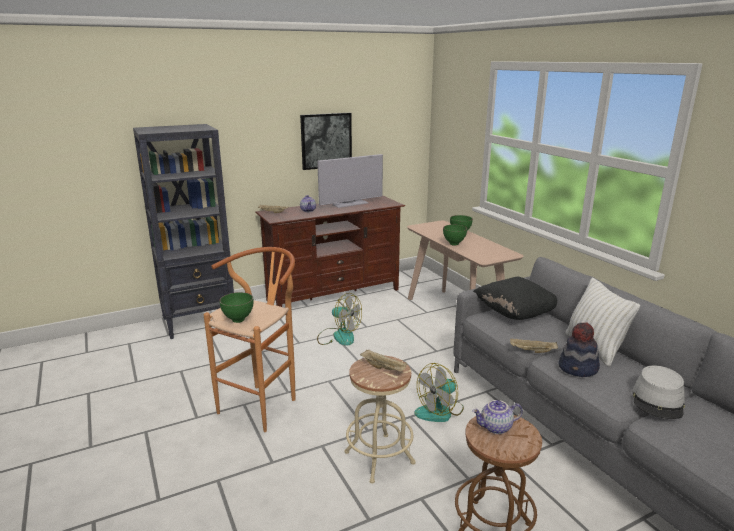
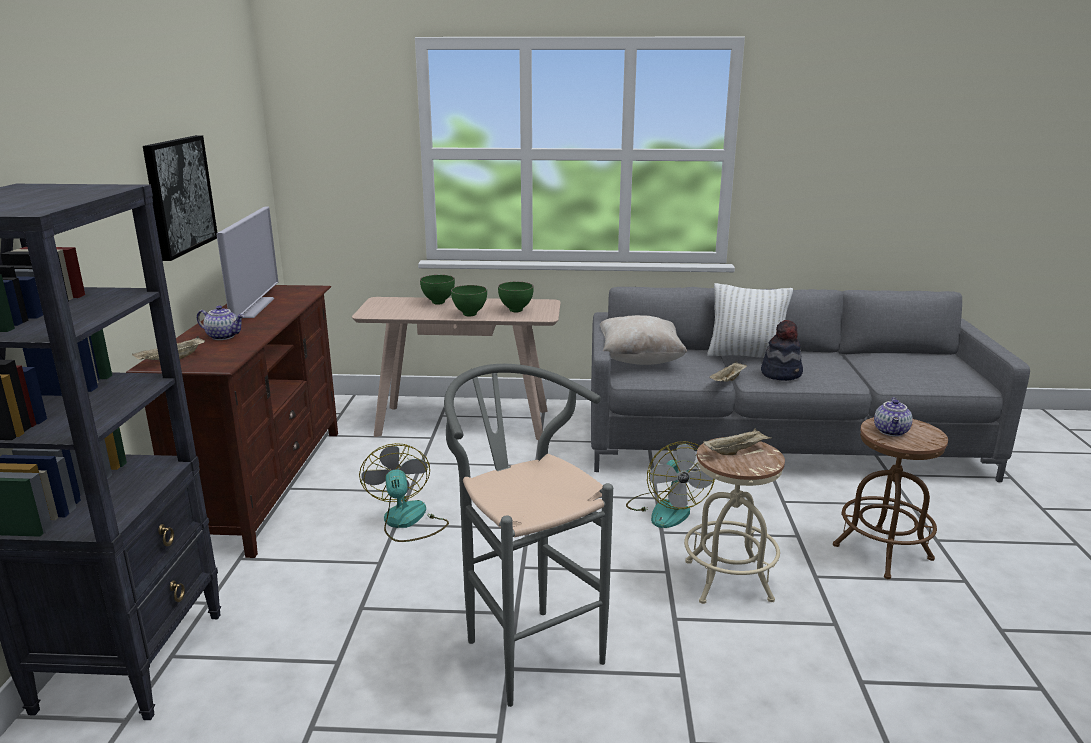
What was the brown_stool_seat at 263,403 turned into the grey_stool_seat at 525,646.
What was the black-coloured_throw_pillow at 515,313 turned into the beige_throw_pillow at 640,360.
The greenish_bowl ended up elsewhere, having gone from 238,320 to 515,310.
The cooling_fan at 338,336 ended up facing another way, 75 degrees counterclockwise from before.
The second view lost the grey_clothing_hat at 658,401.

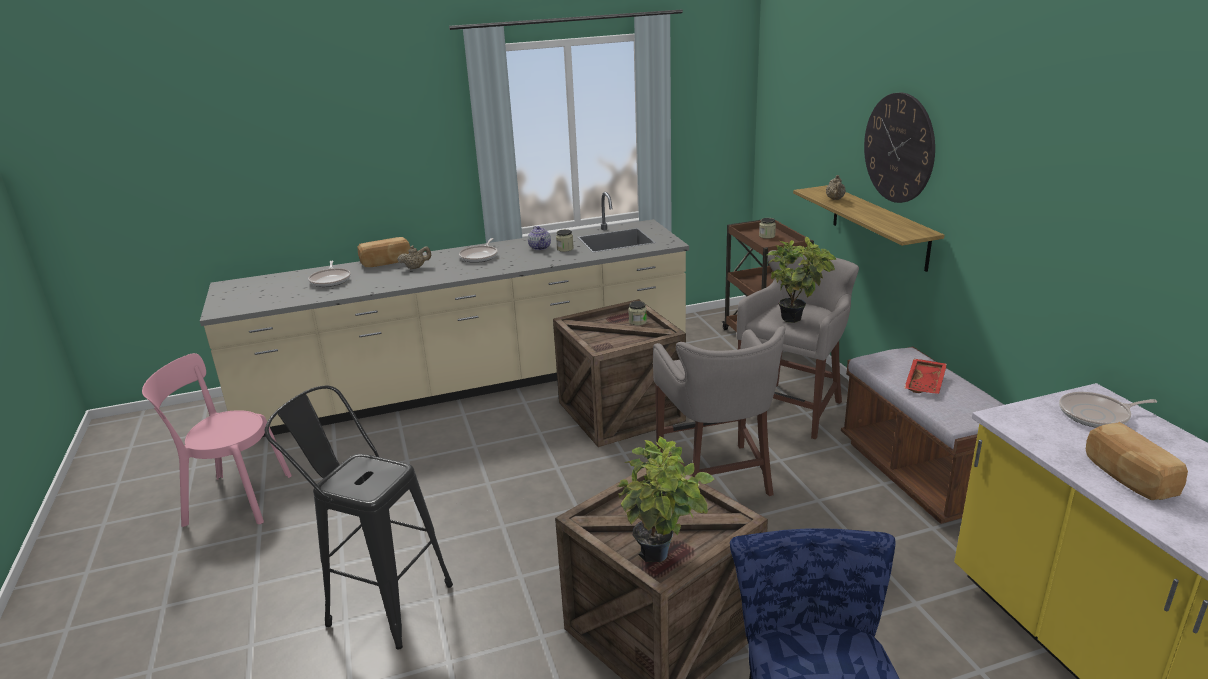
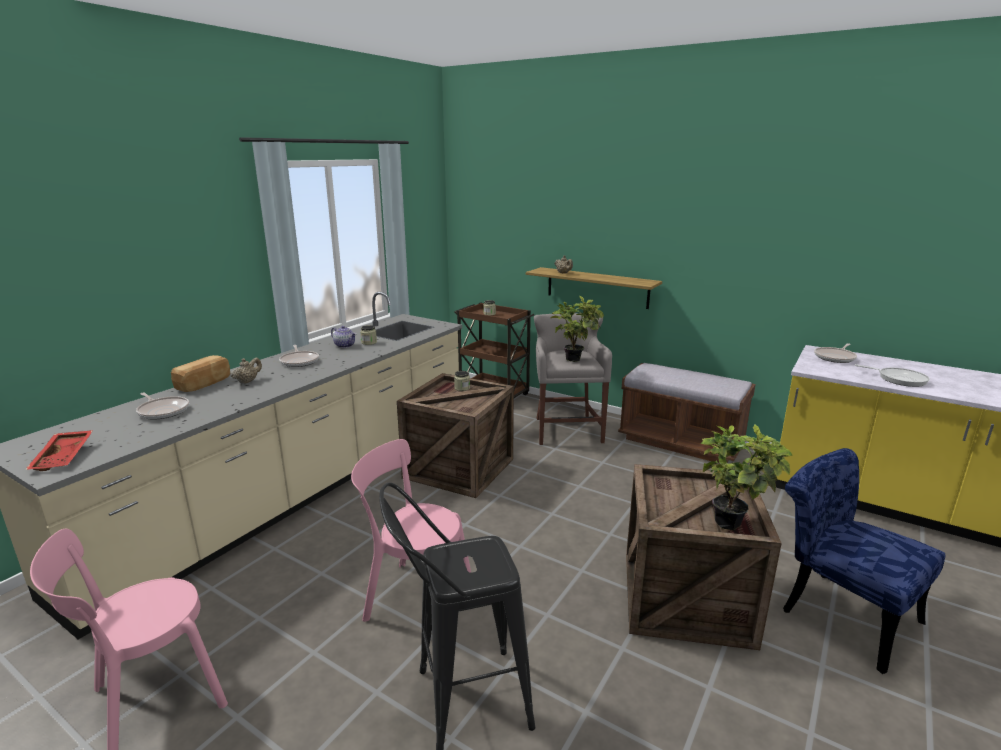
The second view lost the clock_on_the_wall at 899,148.
The second view lost the grey_stool_seat at 716,479.
The red_serving_tray ended up elsewhere, having gone from 926,383 to 65,457.
Where the baked_bread stood at 1127,477, the frying_pan came to stand at 899,379.
The second view gained the pink_upright_chair at 414,597.

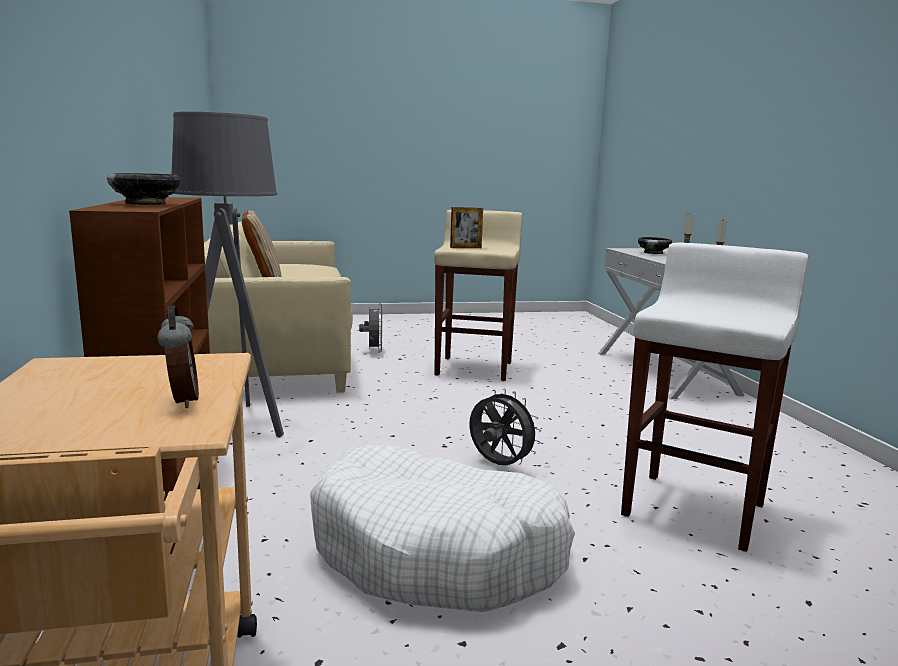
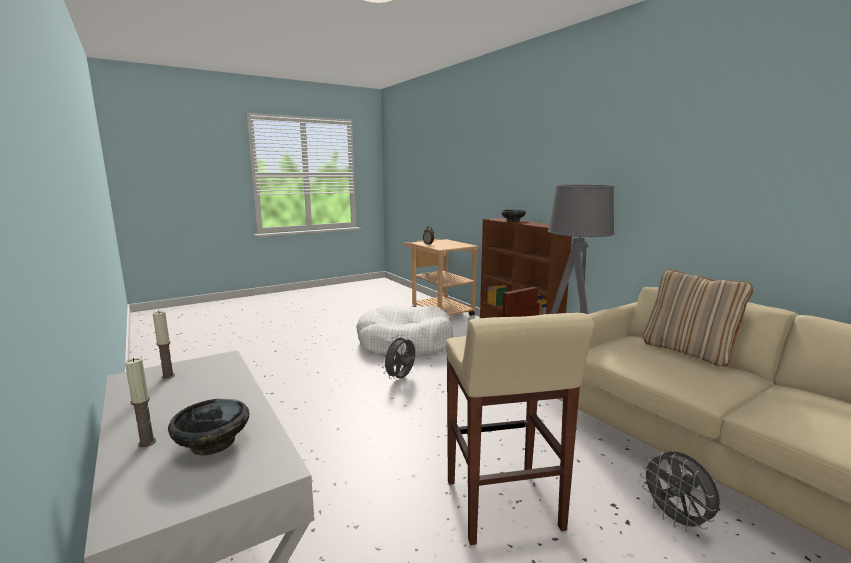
The second view lost the white-coloured_stool_seat at 694,509.
The grey_cooling_fan at 499,465 ended up facing another way, 105 degrees clockwise from before.

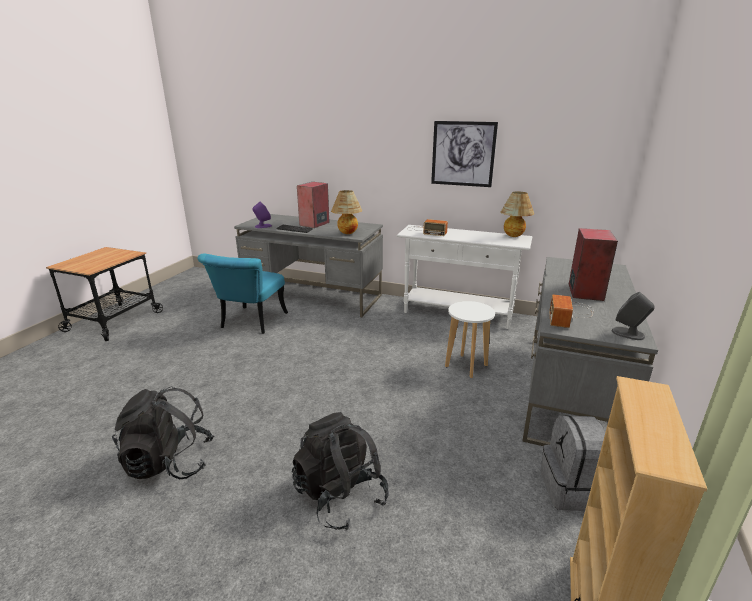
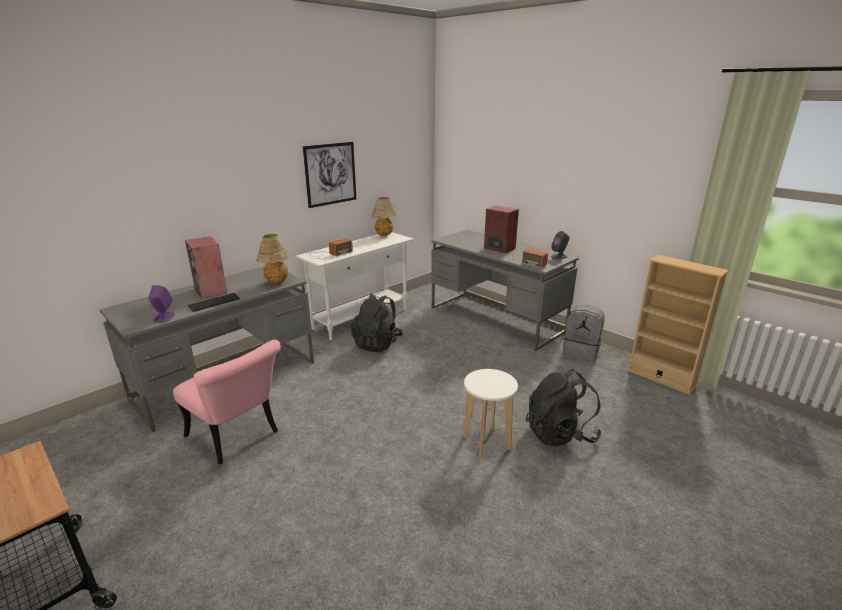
What was the blue-green_upright_chair at 250,323 turned into the pink_upright_chair at 238,437.
The white-coloured_stool_seat ended up elsewhere, having gone from 466,366 to 486,443.
The black-coloured_backpack ended up elsewhere, having gone from 169,463 to 377,343.

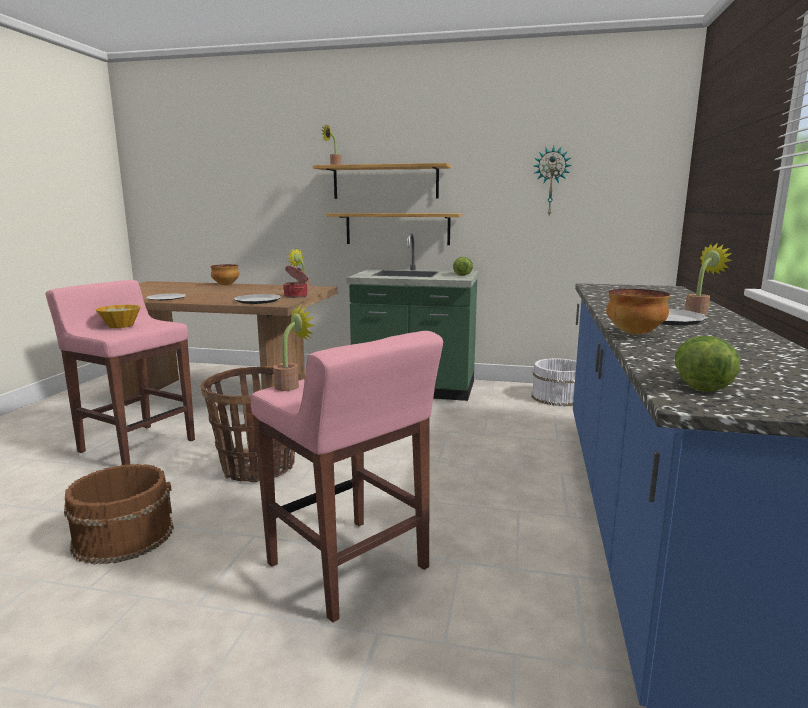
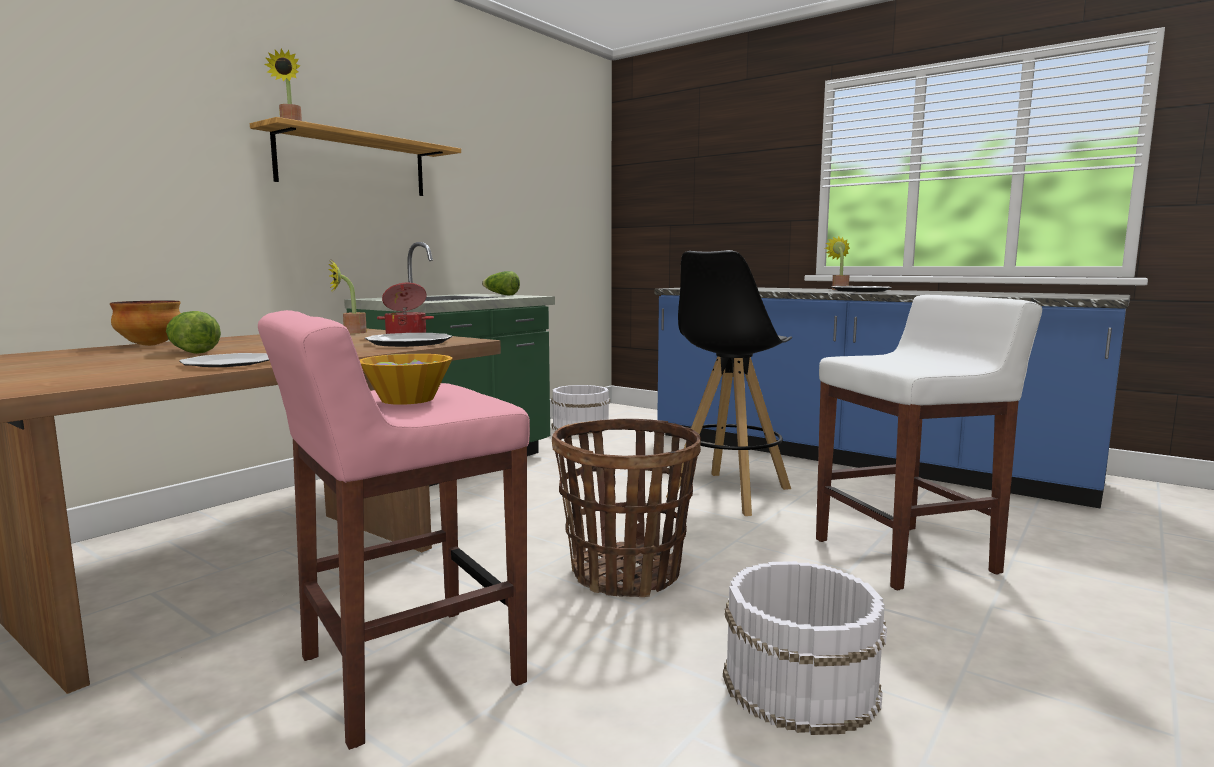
The second view lost the clock_on_the_wall at 551,181.
The second view lost the wall_shelf at 397,229.
The second view lost the bowl at 635,334.
The second view lost the plant_in_a_pot at 291,386.
What was the pink_stool_seat at 349,567 turned into the white-coloured_stool_seat at 907,556.
The lettuce_head ended up elsewhere, having gone from 699,383 to 191,351.
What was the brown_water_bucket at 124,536 turned into the white-coloured_water_bucket at 798,684.
The second view gained the black-coloured_stool_seat at 728,493.

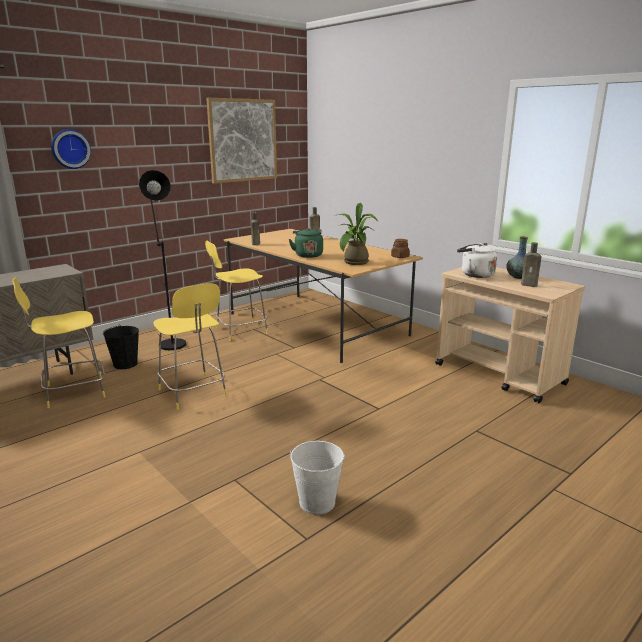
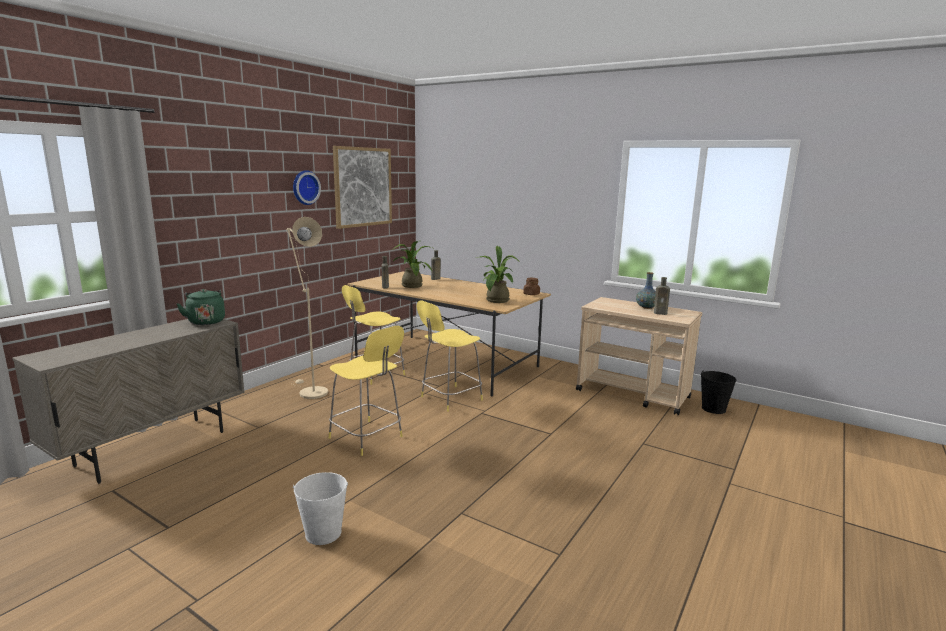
The clock_on_the_wall ended up elsewhere, having gone from 70,149 to 304,187.
What was the black-coloured_standard_lamp at 170,343 turned into the beige_standard_lamp at 310,391.
The greenish_kettle ended up elsewhere, having gone from 308,255 to 206,321.
The second view lost the white-coloured_kettle at 475,274.
The yellow-coloured_stool_seat ended up elsewhere, having gone from 73,392 to 449,399.
The black-coloured_water_bucket ended up elsewhere, having gone from 125,364 to 713,409.
The white-coloured_water_bucket ended up elsewhere, having gone from 317,502 to 323,533.
The second view gained the plant_in_a_pot at 411,285.

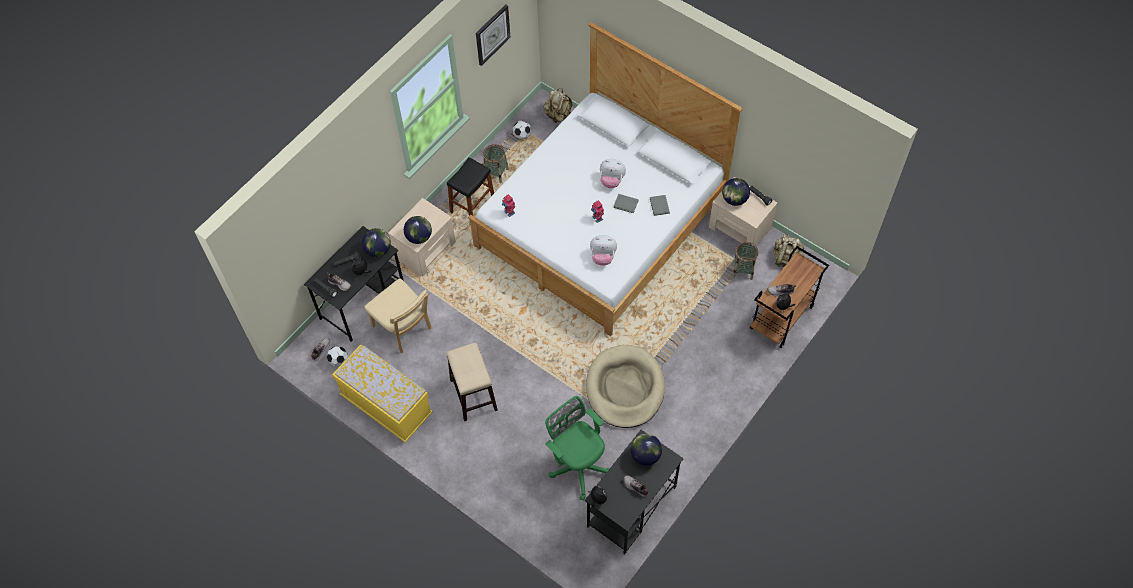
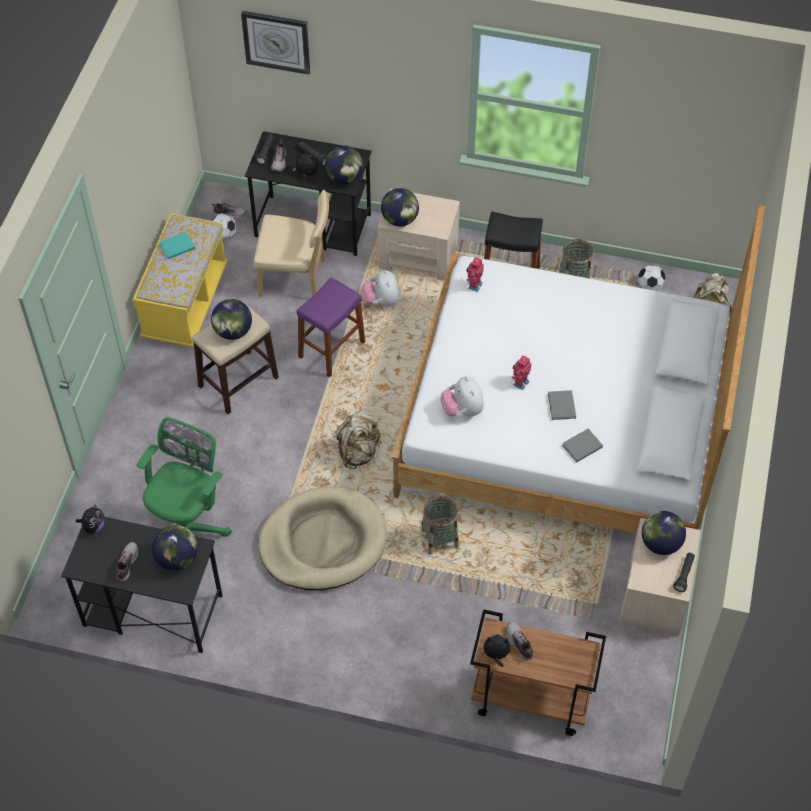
The clock_on_the_wall ended up elsewhere, having gone from 492,34 to 276,41.
The soft_toy ended up elsewhere, having gone from 611,181 to 381,301.
The beige_backpack ended up elsewhere, having gone from 786,258 to 358,452.
The household_basket ended up elsewhere, having gone from 743,270 to 439,538.
The beige_upright_chair at 404,329 ended up facing another way, 105 degrees counterclockwise from before.
The second view gained the blue-green_volume at 176,246.
The second view gained the purple-coloured_stool_seat at 332,349.
The second view gained the desk_globe at 233,332.

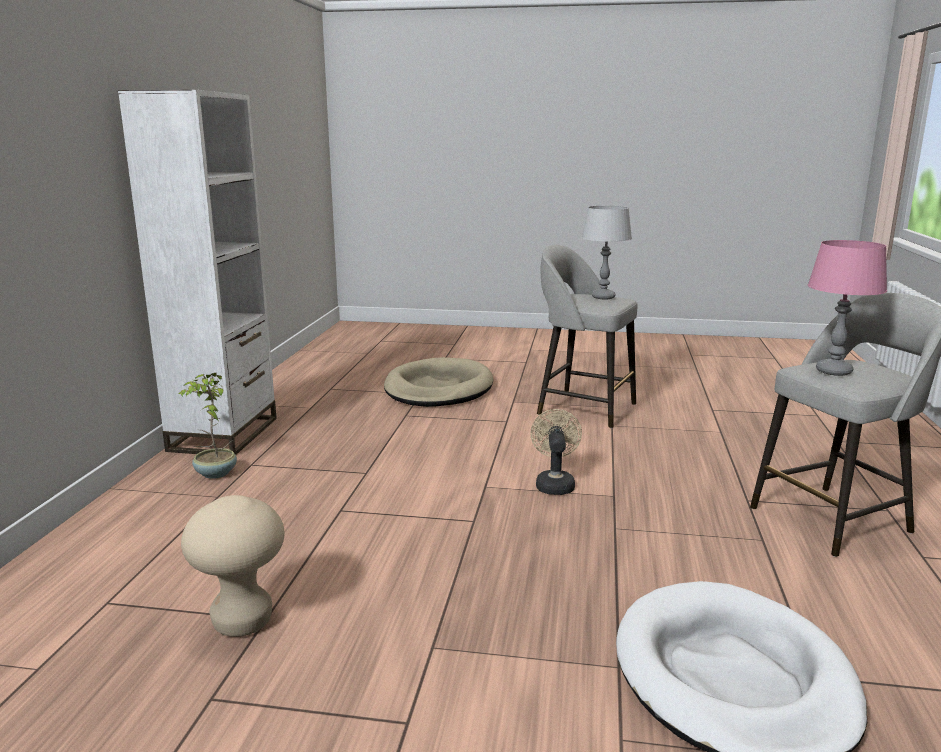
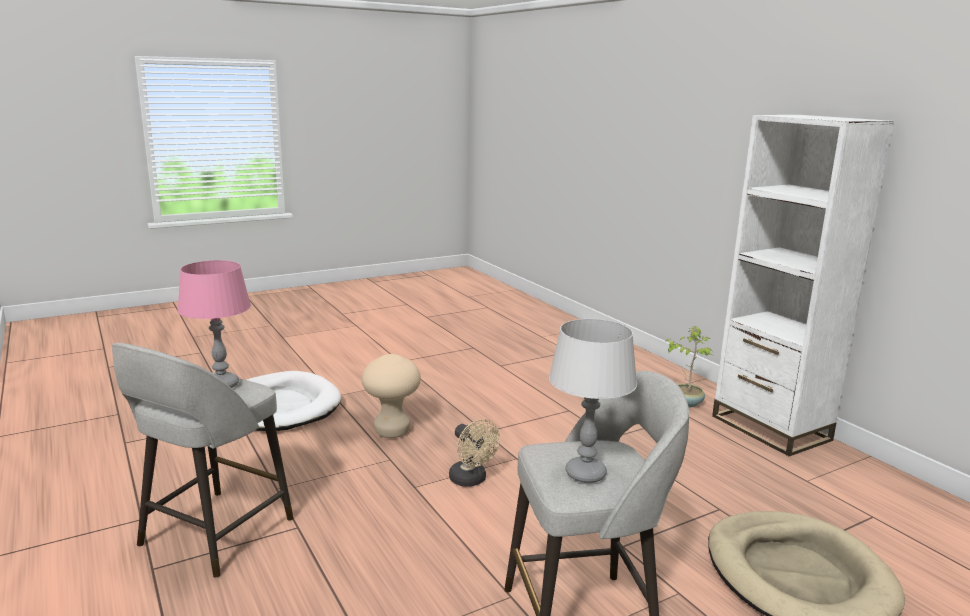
The beige_stool_seat ended up elsewhere, having gone from 242,622 to 392,432.

